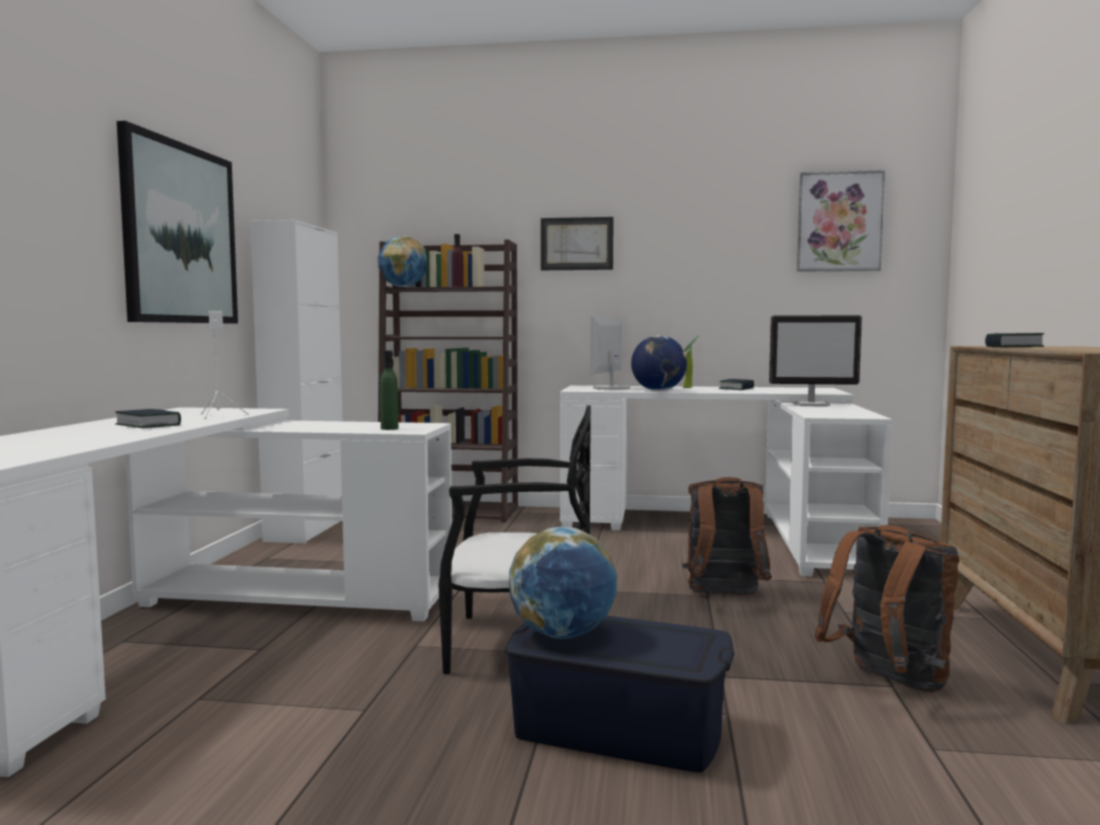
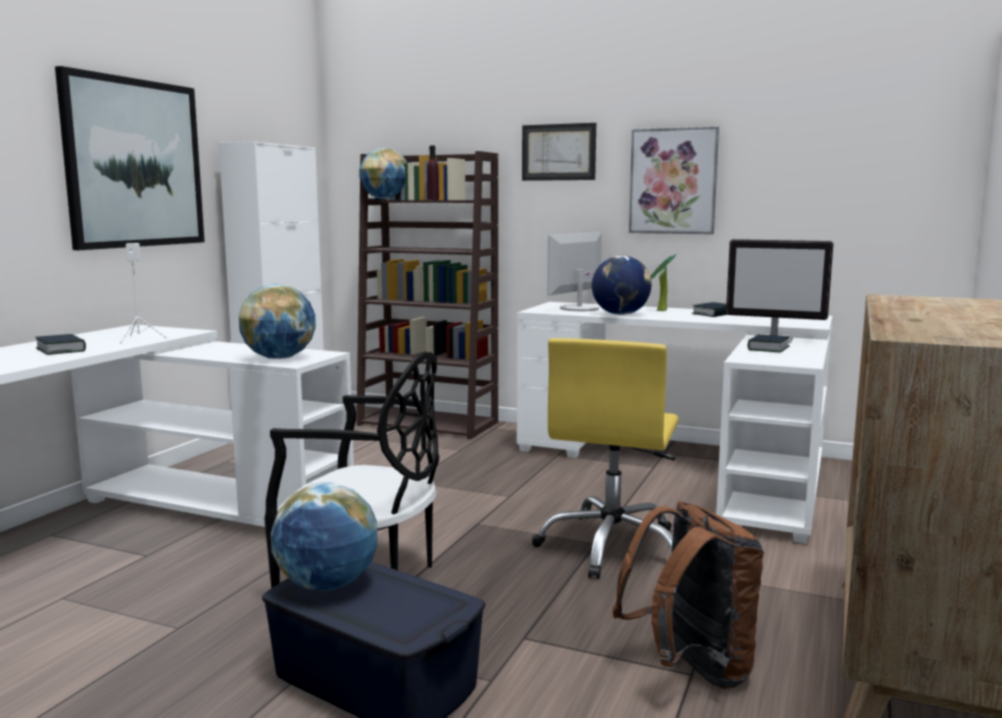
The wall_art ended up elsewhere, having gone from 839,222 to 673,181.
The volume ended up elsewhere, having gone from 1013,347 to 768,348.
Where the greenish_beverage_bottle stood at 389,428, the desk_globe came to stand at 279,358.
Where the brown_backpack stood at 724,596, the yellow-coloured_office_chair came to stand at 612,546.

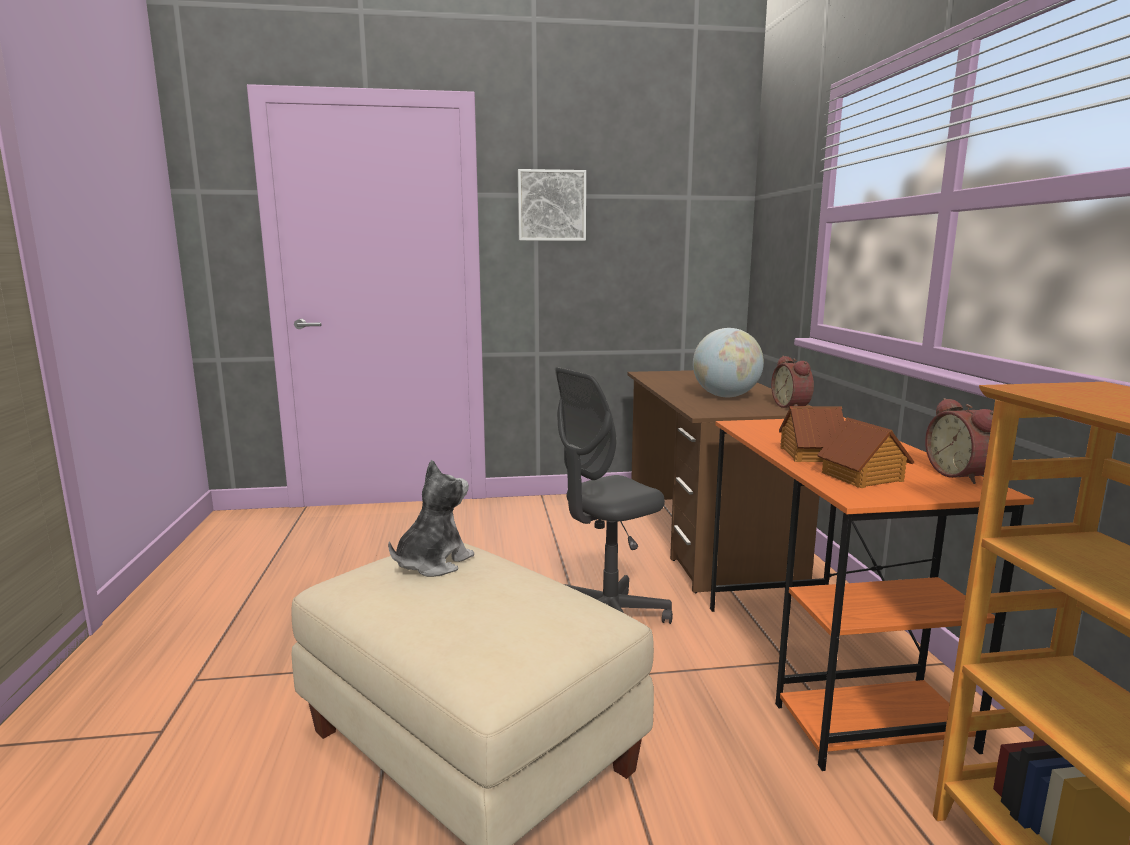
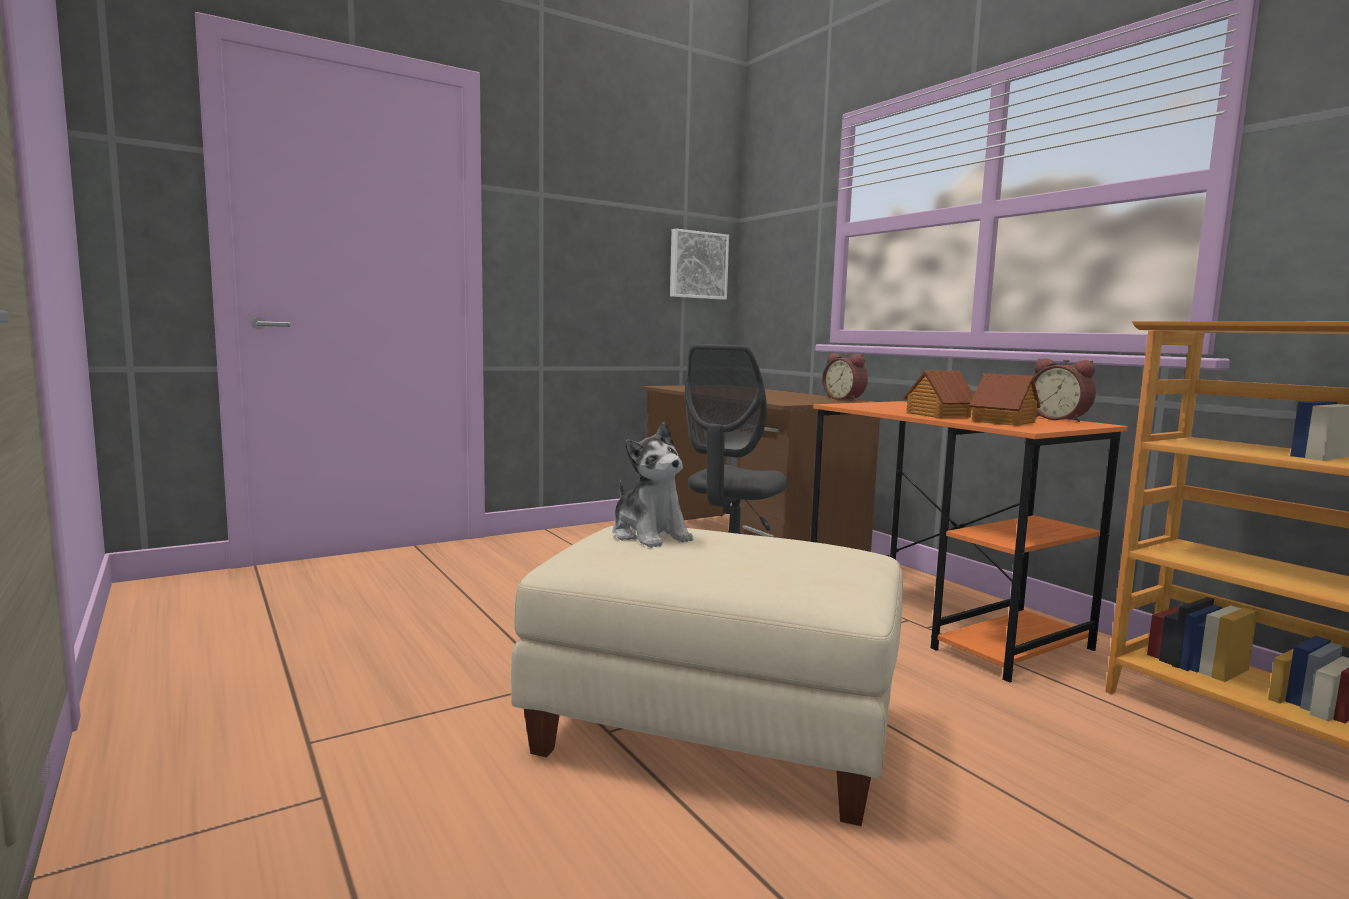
The wall_art ended up elsewhere, having gone from 551,206 to 697,265.
The second view lost the desk_globe at 725,396.
The soft_toy at 432,563 ended up facing another way, 135 degrees clockwise from before.

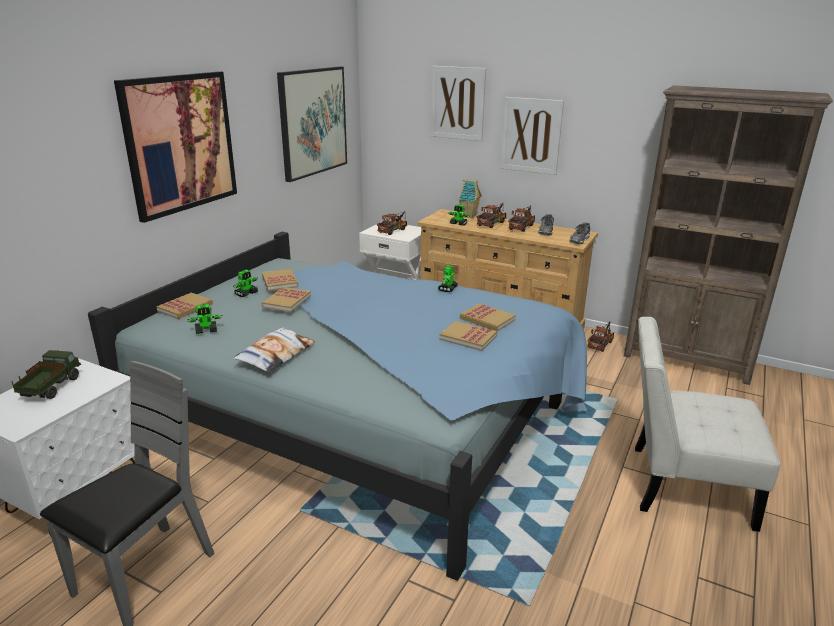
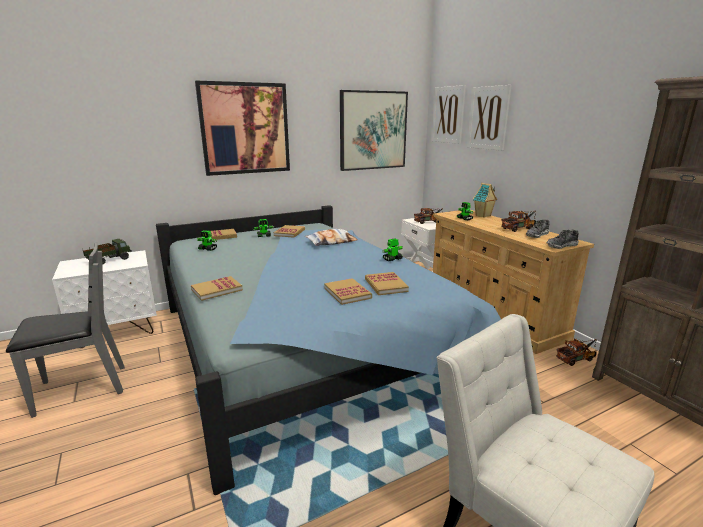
The wall_art ended up elsewhere, having gone from 531,135 to 448,115.
The second view lost the model_truck at 492,223.
The volume ended up elsewhere, having gone from 287,301 to 217,290.
The throw_pillow ended up elsewhere, having gone from 276,355 to 331,242.

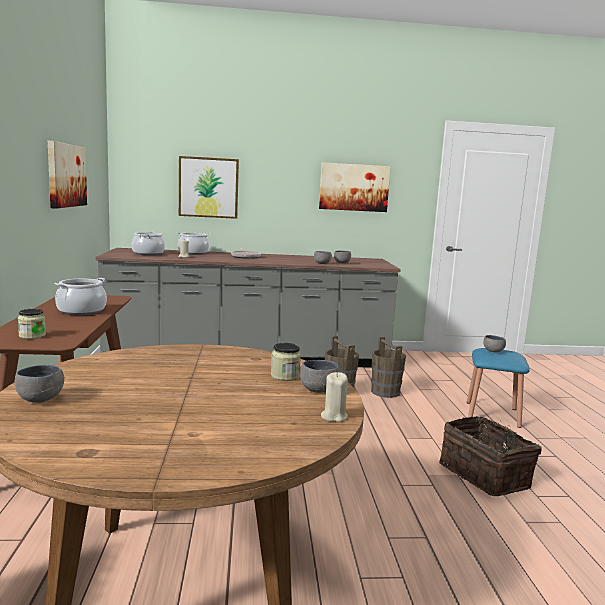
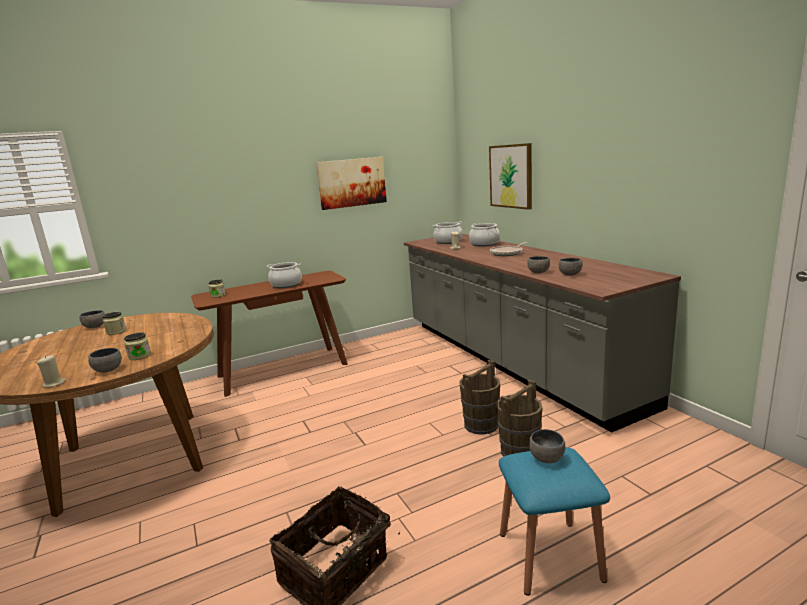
The second view lost the wall_art at 354,187.
The second view gained the jar at 116,332.

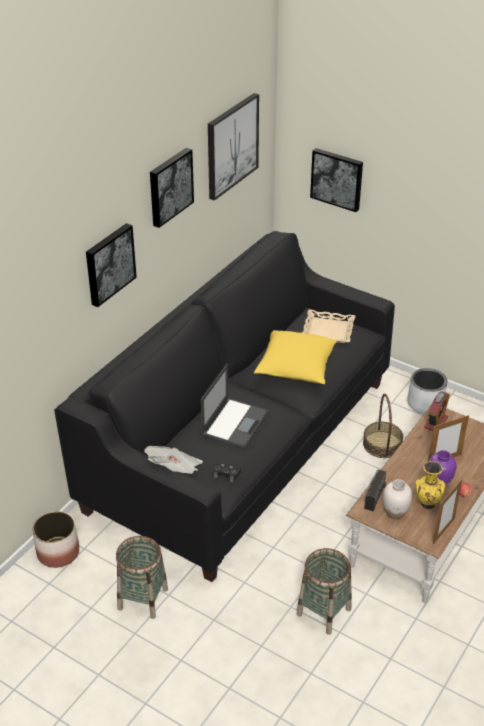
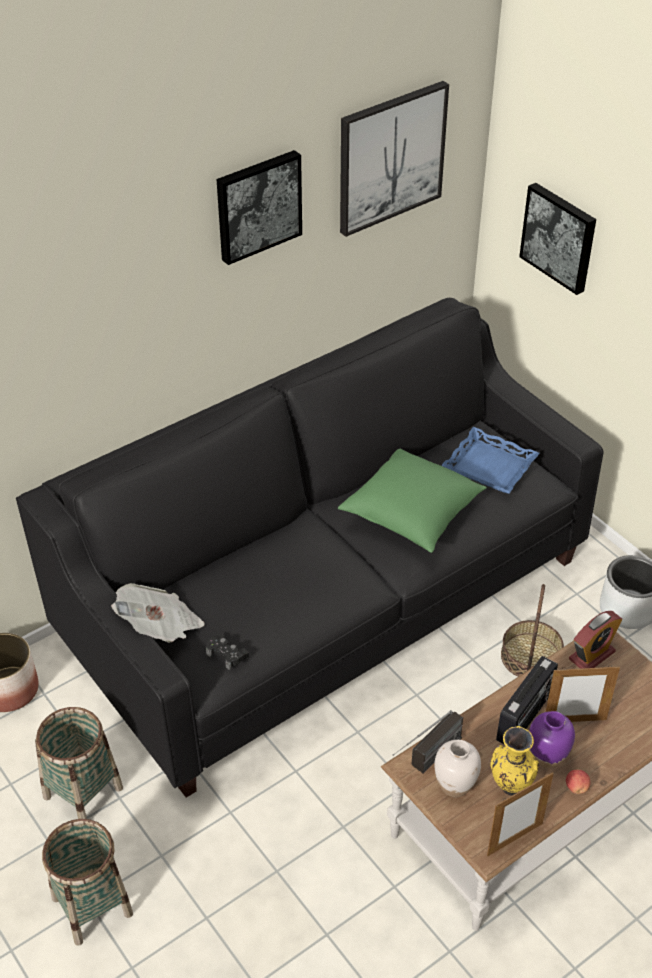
The second view lost the wall_art at 109,263.
What was the beige_serving_tray at 328,330 turned into the bluish_serving_tray at 489,466.
What was the yellow-coloured_throw_pillow at 296,368 turned into the greenish_throw_pillow at 412,515.
The second view lost the portable_computer at 235,422.
The household_basket ended up elsewhere, having gone from 324,611 to 92,906.
The second view gained the radio_set at 525,717.

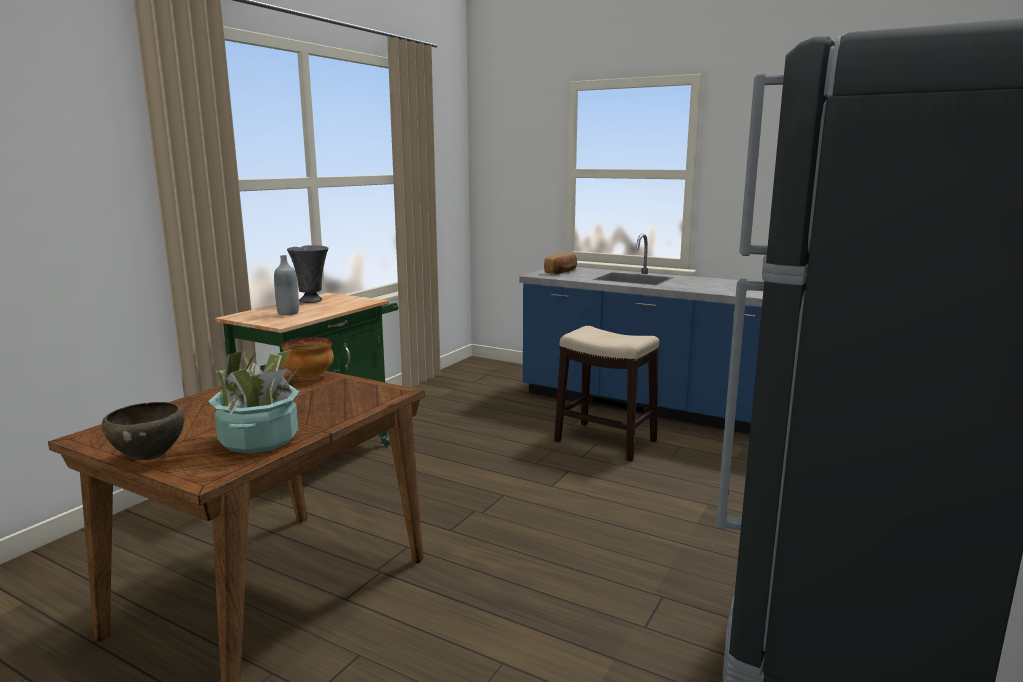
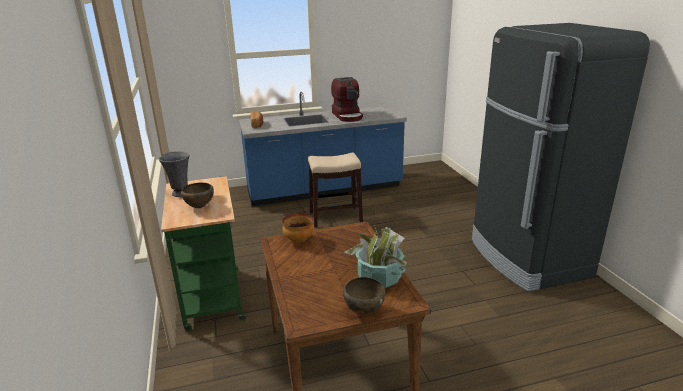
Where the grey_beverage_bottle stood at 288,313, the brown_bowl came to stand at 199,207.
The second view gained the coffee_brewer at 348,116.

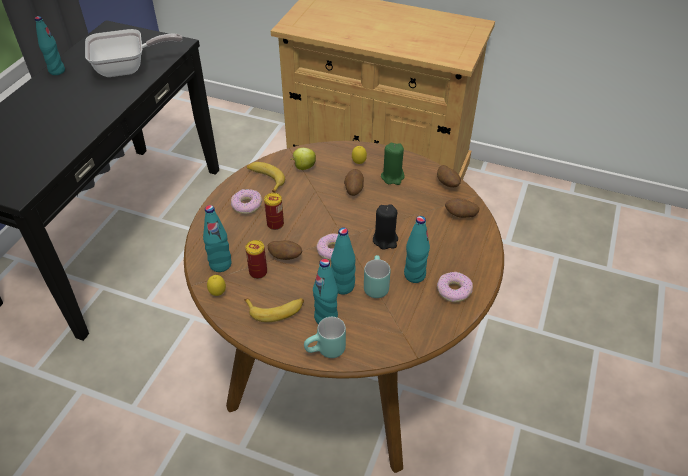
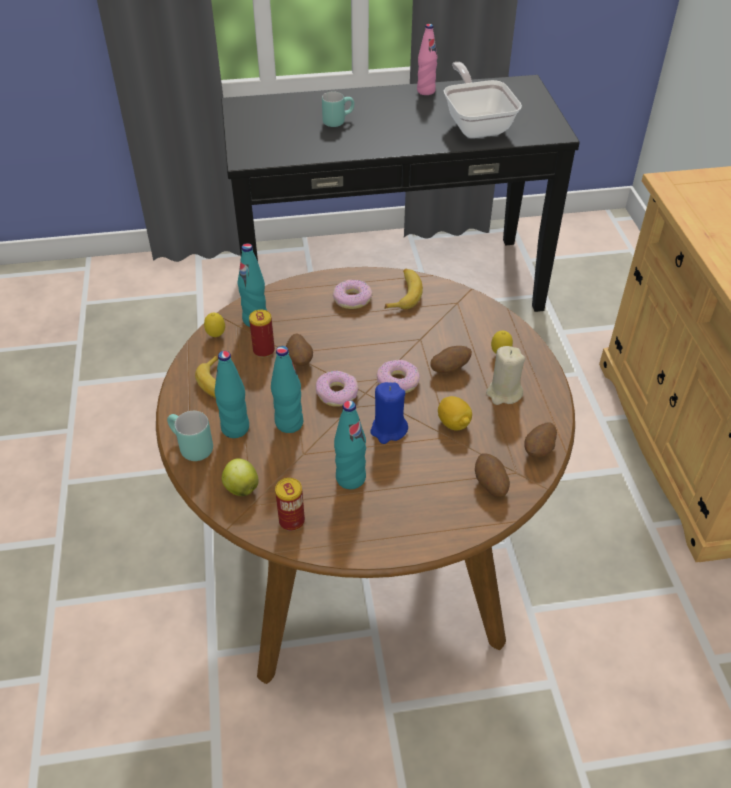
What was the blue-green_beverage_bottle at 57,71 turned into the pink_beverage_bottle at 426,91.
The frying_pan at 127,68 ended up facing another way, 150 degrees counterclockwise from before.
What was the greenish_candle at 392,177 turned into the beige_candle at 503,393.
The apple_fruit ended up elsewhere, having gone from 303,167 to 241,488.
The sealed_can ended up elsewhere, having gone from 275,224 to 291,521.
What was the black-coloured_candle at 385,240 turned into the bluish_candle at 388,430.
The blue-green_coffee_mug ended up elsewhere, having gone from 374,285 to 337,120.
The donut ended up elsewhere, having gone from 453,290 to 398,381.
The second view gained the lemon at 453,423.

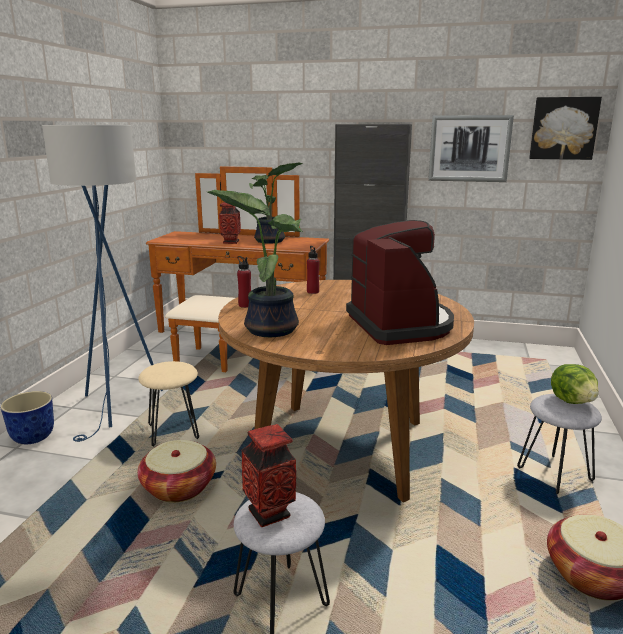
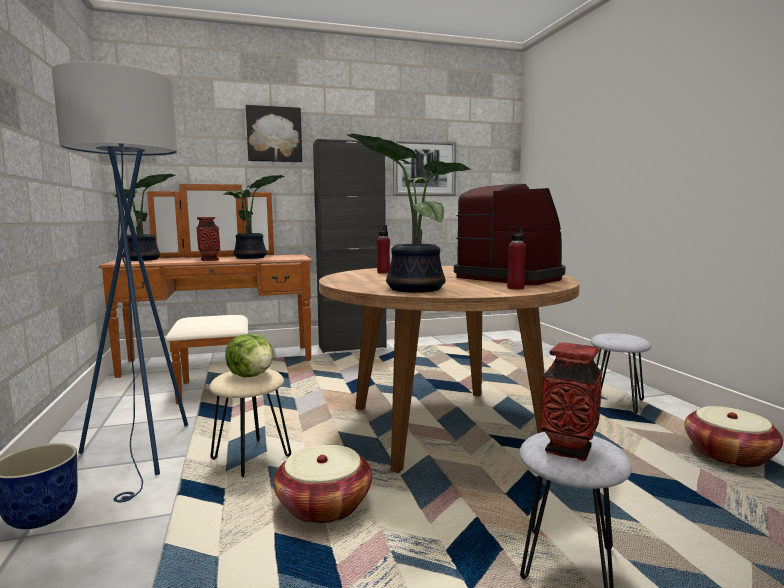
The wall_art ended up elsewhere, having gone from 563,128 to 274,134.
The red_beverage_bottle ended up elsewhere, having gone from 245,305 to 515,288.
The lettuce_head ended up elsewhere, having gone from 573,401 to 252,375.
The second view gained the plant_in_a_pot at 143,259.

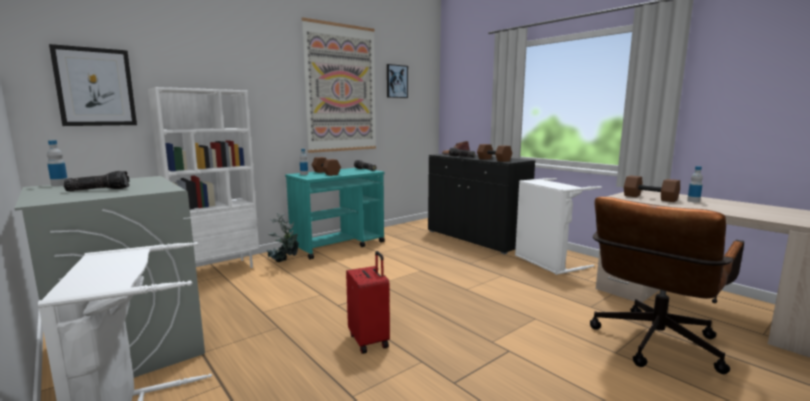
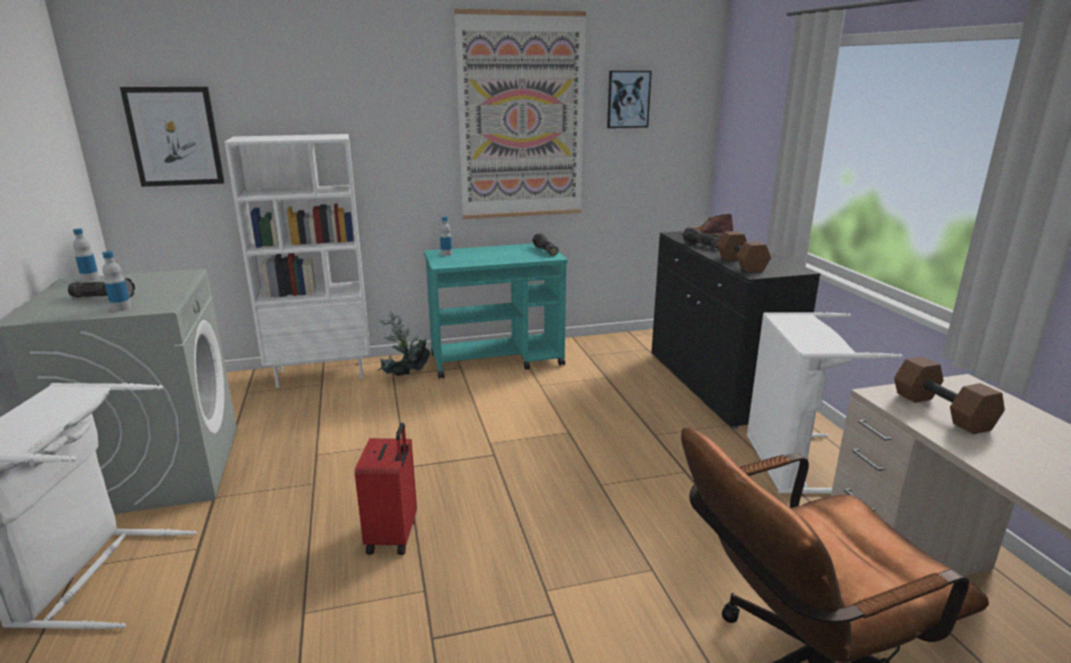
The second view lost the brown_dumbbell at 325,173.
The beverage_bottle ended up elsewhere, having gone from 693,201 to 121,308.

